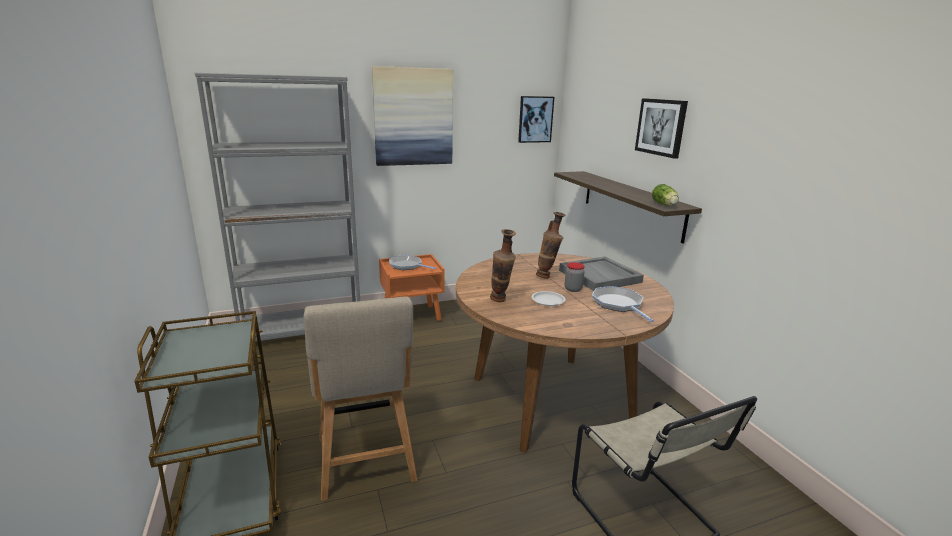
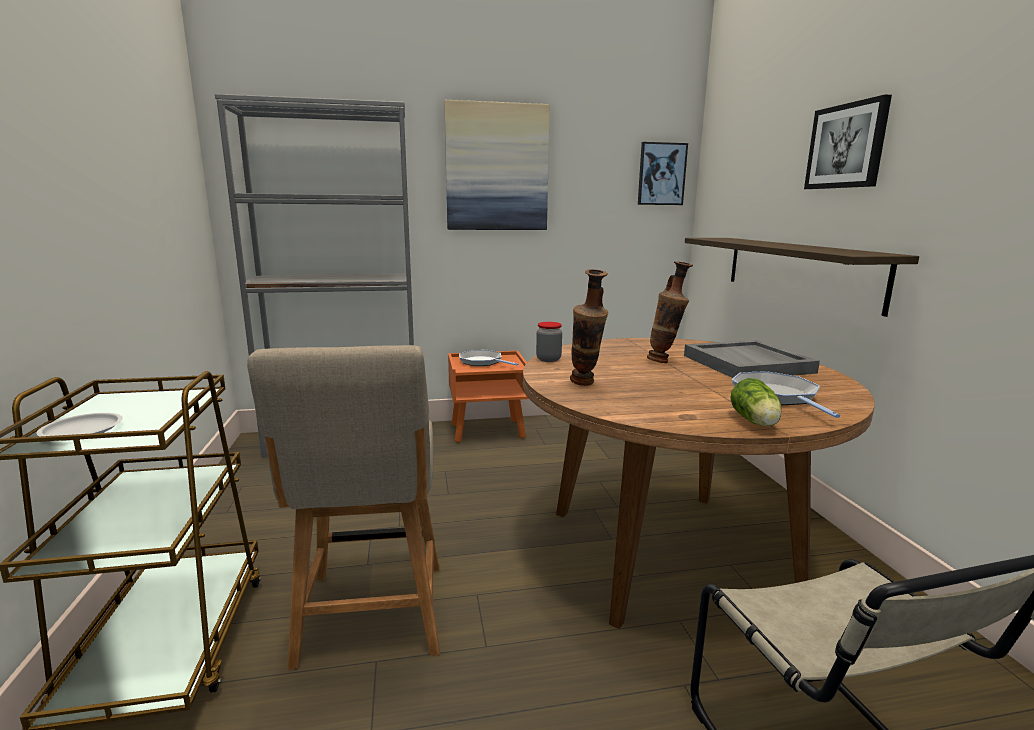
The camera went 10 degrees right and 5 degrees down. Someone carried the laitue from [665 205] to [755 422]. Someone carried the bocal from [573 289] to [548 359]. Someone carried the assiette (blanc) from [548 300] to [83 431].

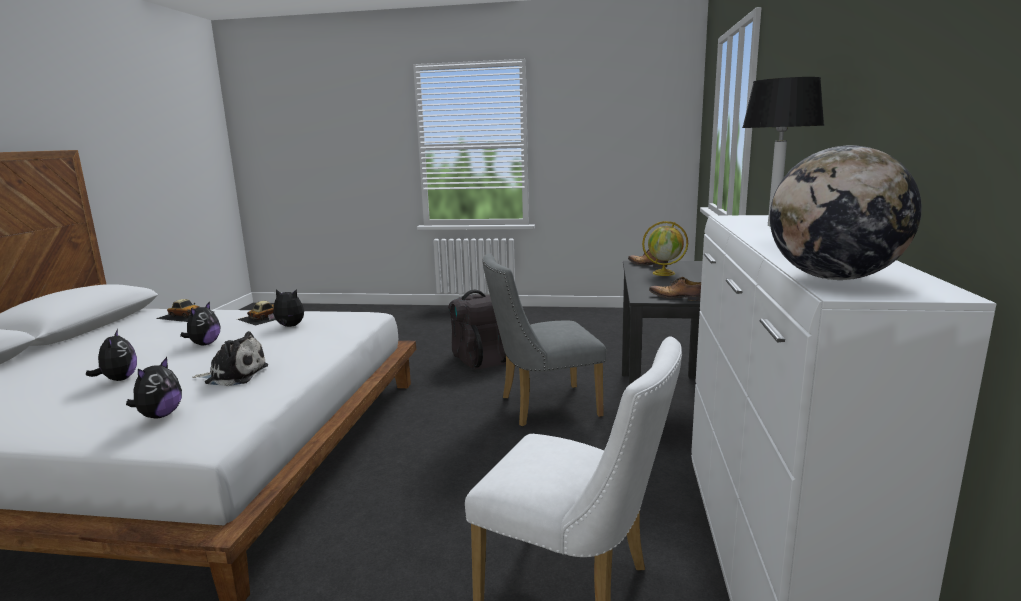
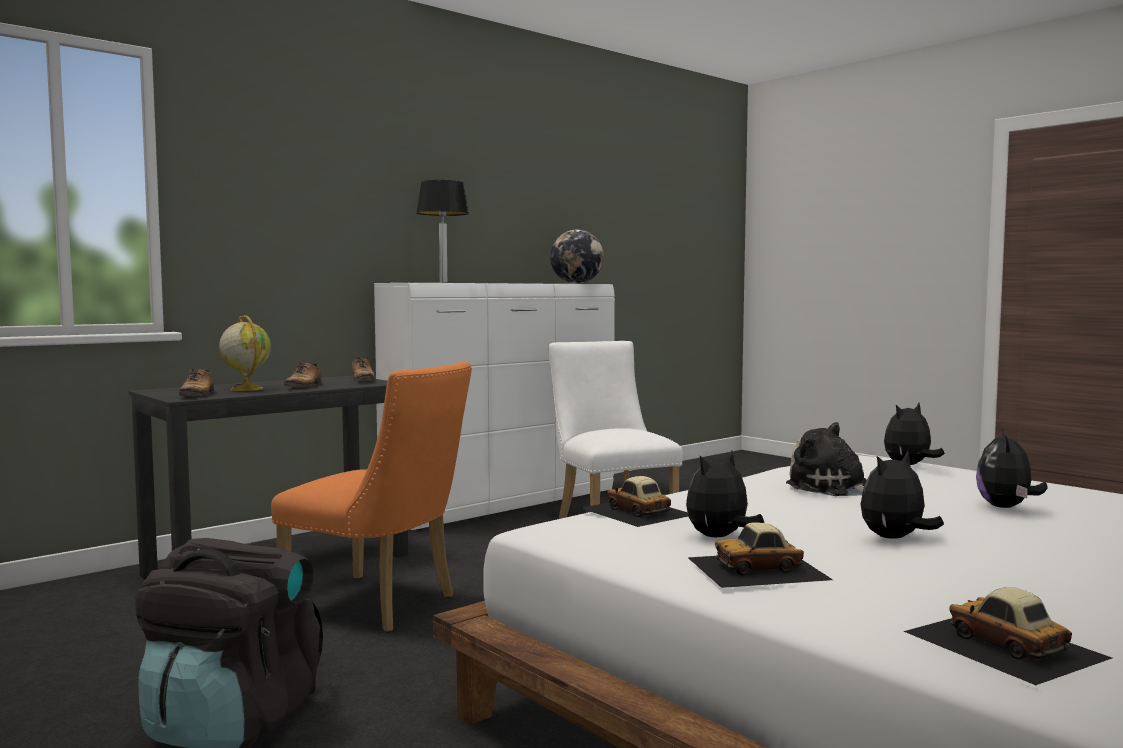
The camera went 140 degrees left and 10 degrees down. Someone repainted the chaise (gris) at [542 407], which became the chaise (orange) at [380 606]. Someone rotated the peluche at [289 327] by 90 degrees clockwise. Someone put down the chaussure at [304 386]. Someone put down the petite voiture at [636 511].

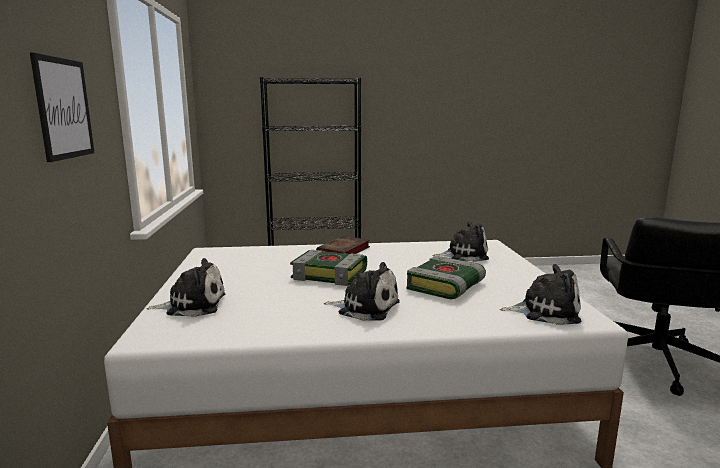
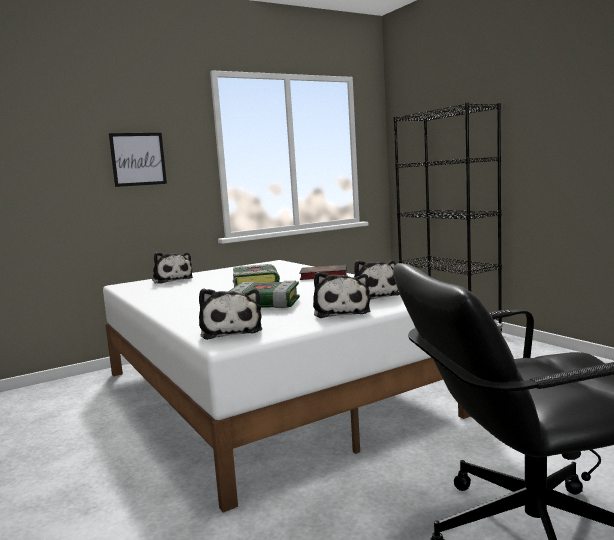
The camera went 65 degrees right and 5 degrees down. Someone carried the peluche from [365 308] to [341 312].

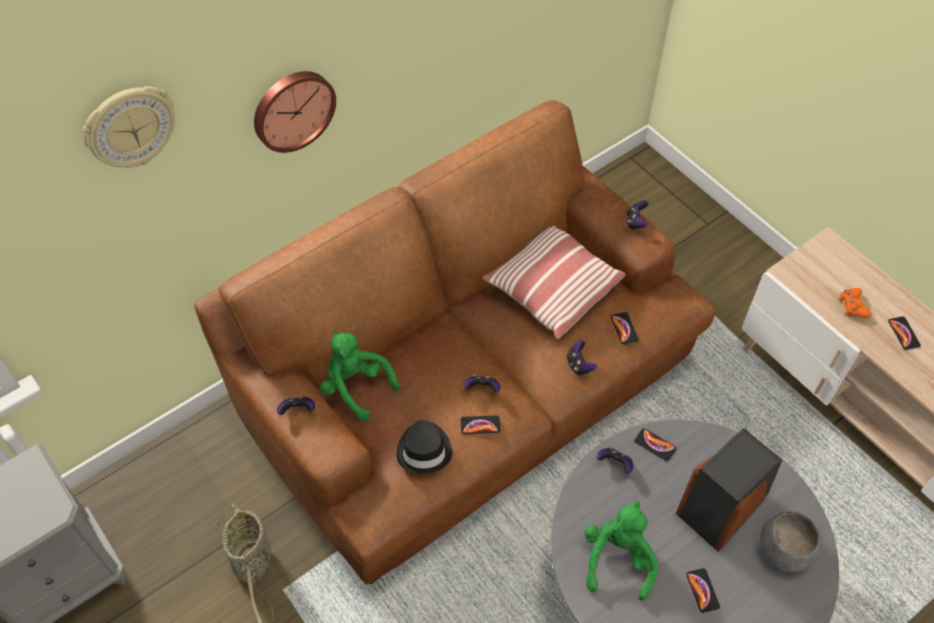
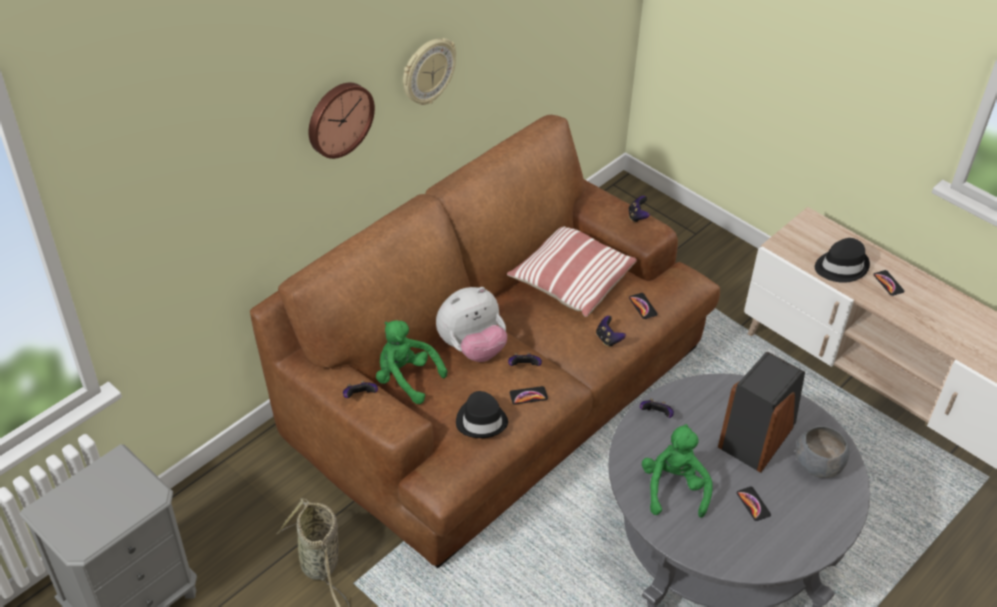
The camera went 10 degrees left and 10 degrees down. Someone carried the horloge murale from [130 127] to [427 71]. Someone swapped the manette (orange) at [852 306] for the chapeau (noir) at [840 266]. Someone took away the téléphone at [655 445]. Someone put down the peluche at [472 348].

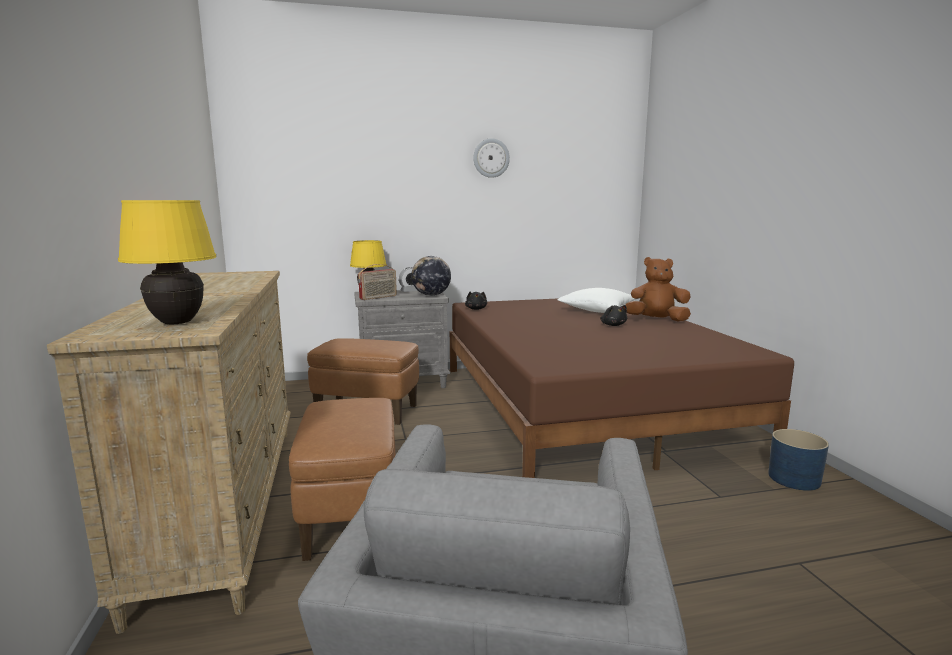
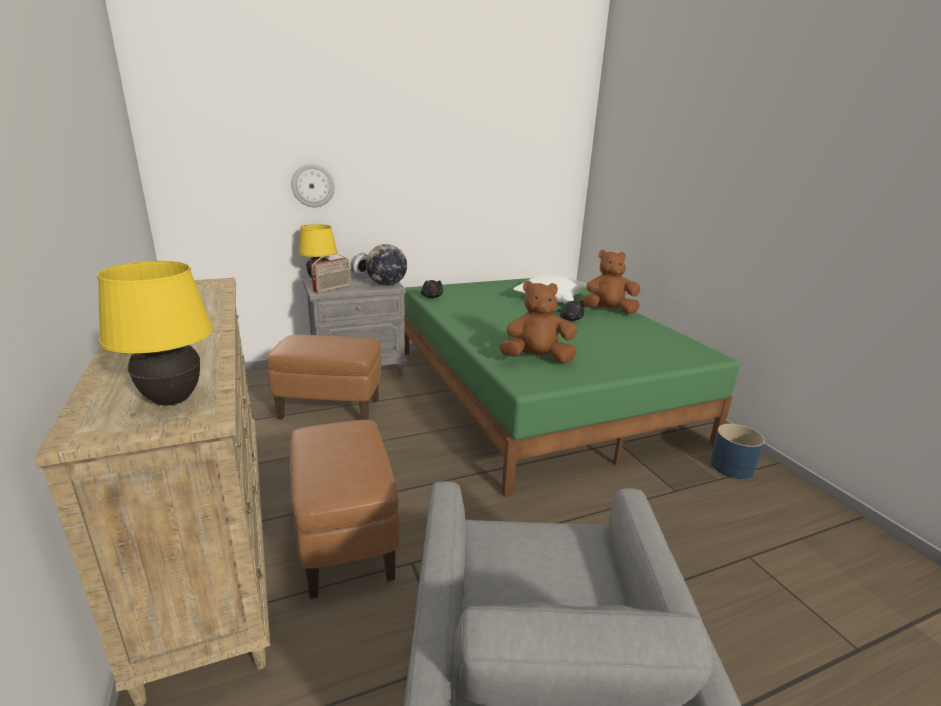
The camera went 10 degrees left and 10 degrees up. Someone carried the horloge murale from [491 158] to [313 185]. Someone repainted the lit (marron) at [583 405], which became the lit (vert) at [538 392]. Someone put down the peluche (marron) at [537 359].

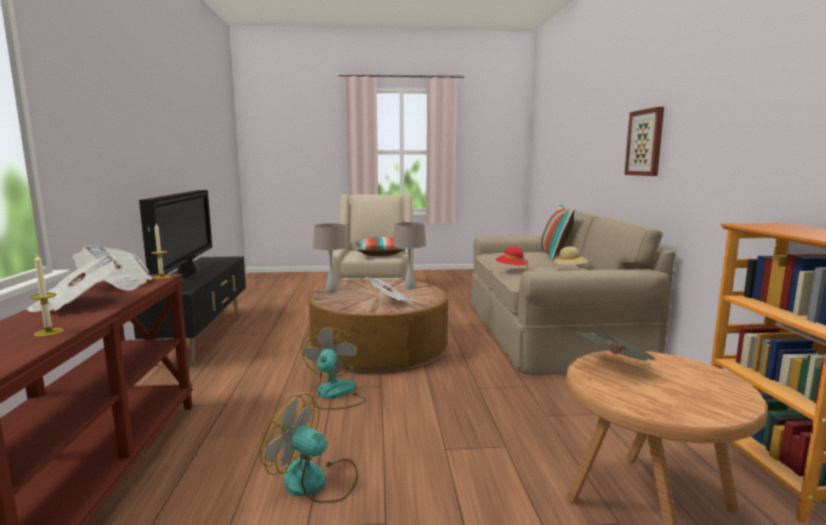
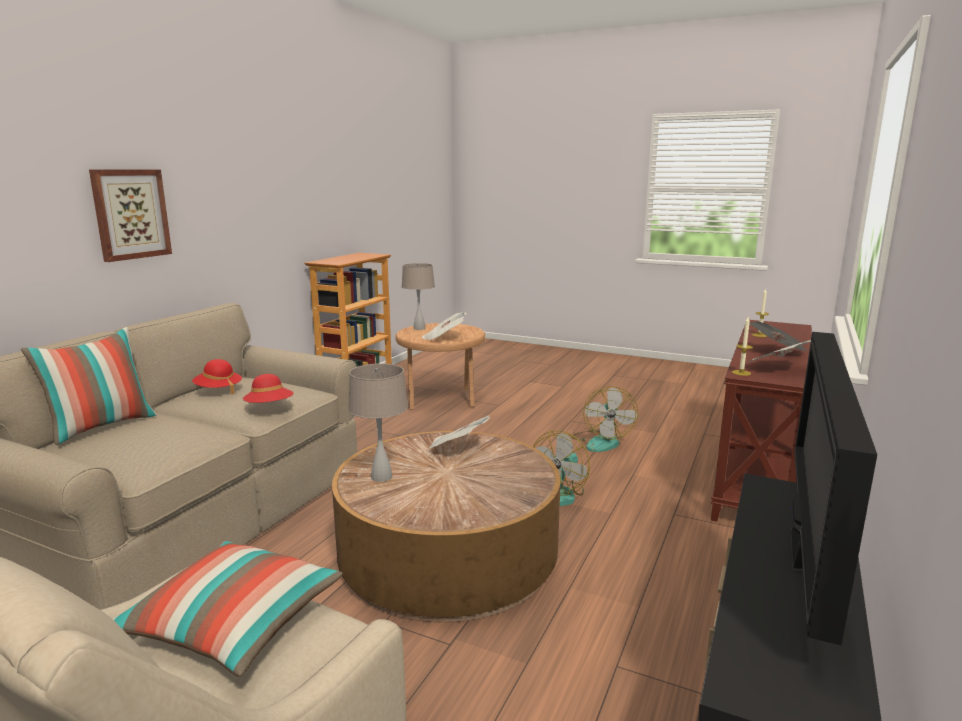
The camera went 150 degrees left and 5 degrees up. Someone carried the lampe de table (beige) from [331 290] to [419 328]. Someone repainted the chapeau (beige) at [570 269], which became the chapeau (rouge) at [218 390]. Someone rotated the ventilateur at [315 482] by 45 degrees clockwise.

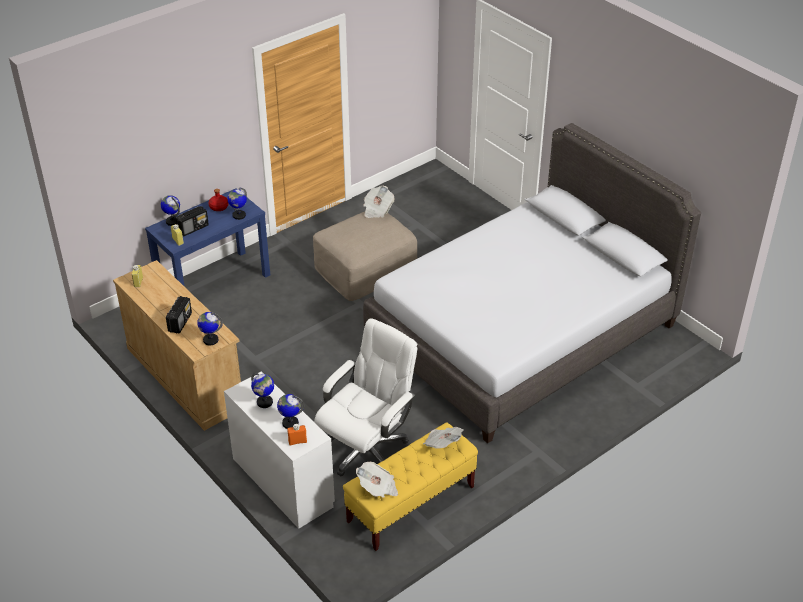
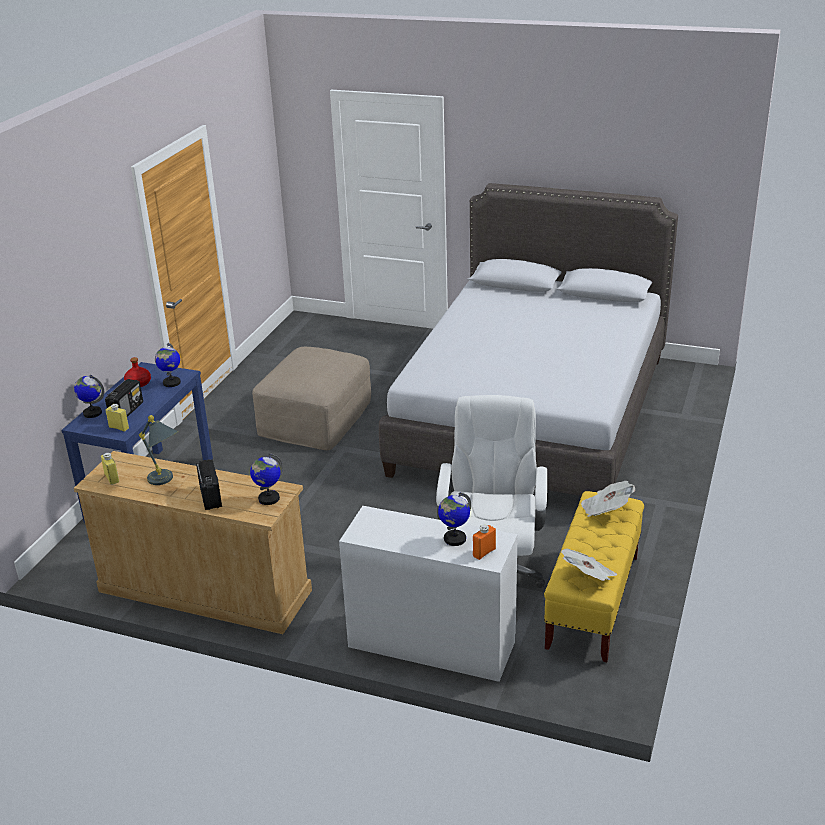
The camera went 30 degrees left and 10 degrees down. Someone took away the journal at [377 210]. Someone took away the globe at [264 402]. Someone put down the lampe de table (gris) at [166 481].

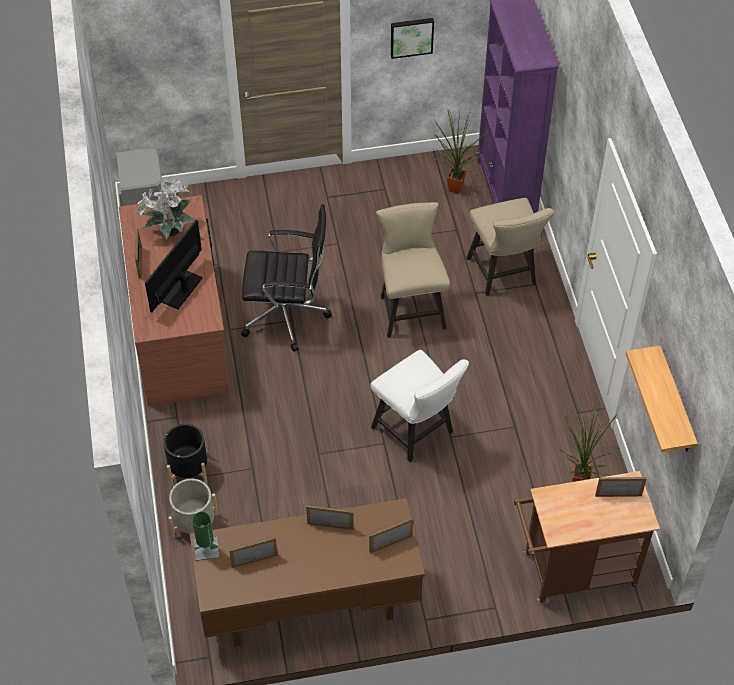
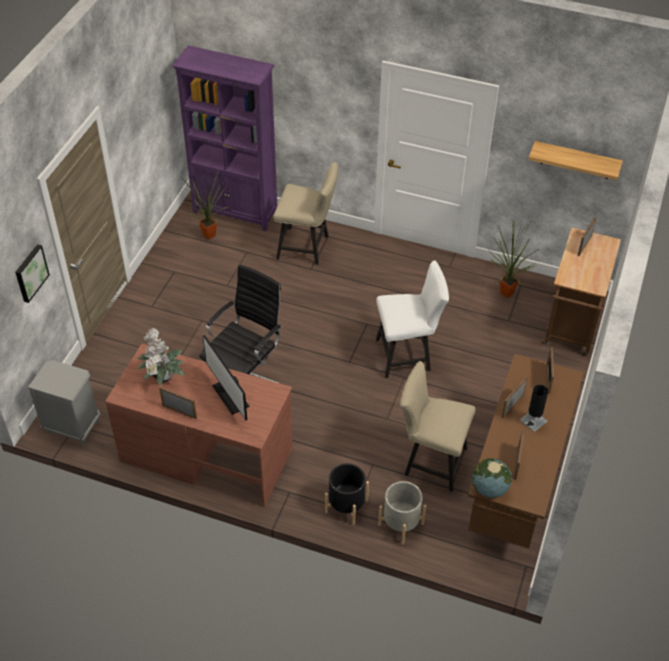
The camera went 60 degrees left and 5 degrees down. Someone carried the tableau from [411 36] to [30 273]. Someone carried the chaise (beige) from [410 308] to [430 461]. Someone swapped the lampe de table (vert) at [206 549] for the globe at [489 489]. Someone put down the lampe de table (noir) at [533 421].

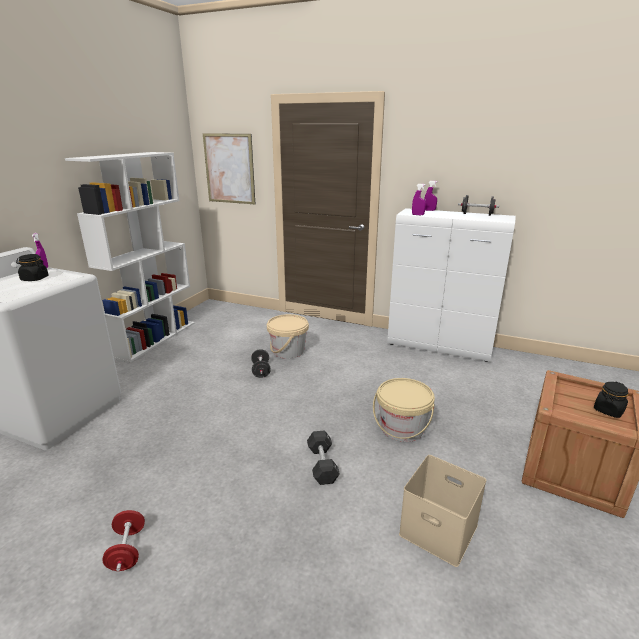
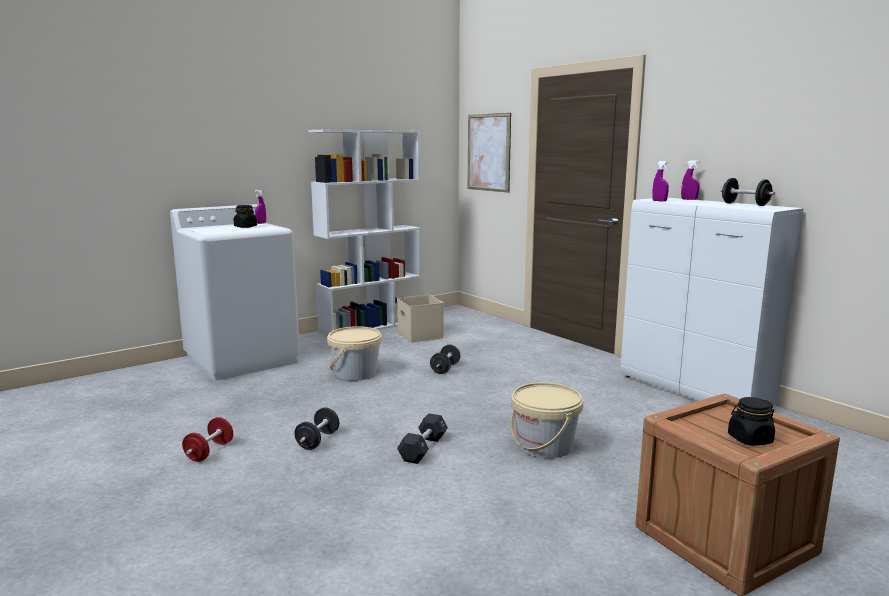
The camera went 30 degrees right and 10 degrees down. Someone carried the seau (beige) from [288 351] to [355 373]. Someone carried the boîte de rangement (beige) from [440 529] to [421 335]. Someone put down the haltère (noir) at [318 441].

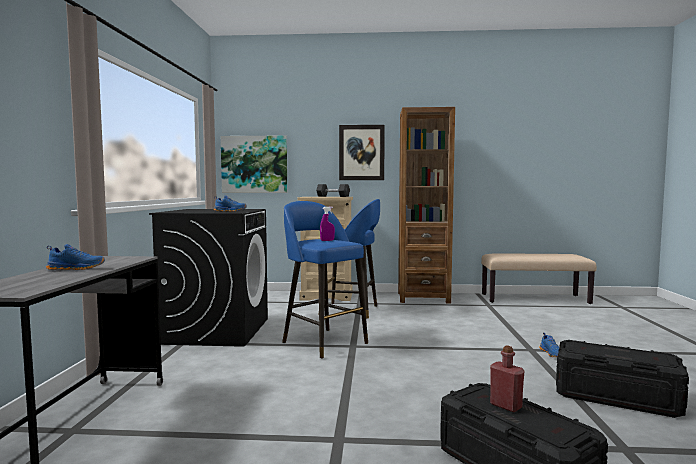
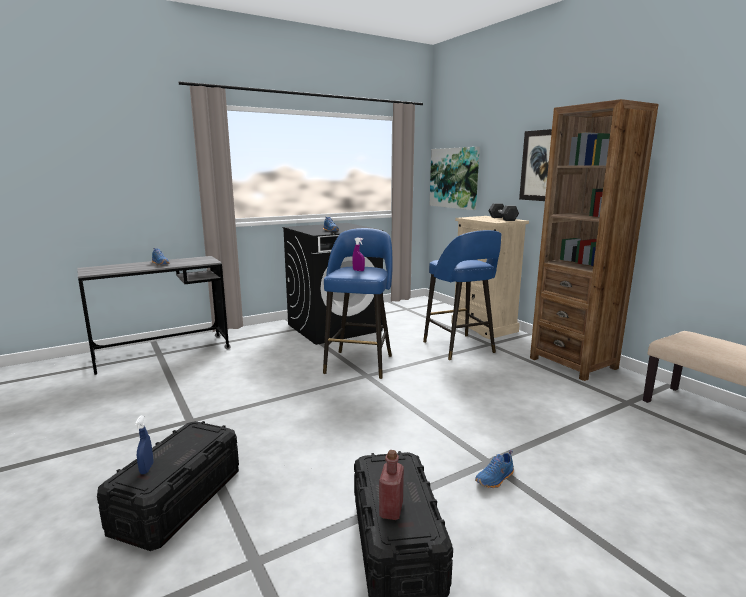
The camera went 55 degrees right and 10 degrees up. Someone carried the bouteille (rouge) from [505 406] to [391 510]. Someone put down the vaporisateur (bleu) at [146 468].

